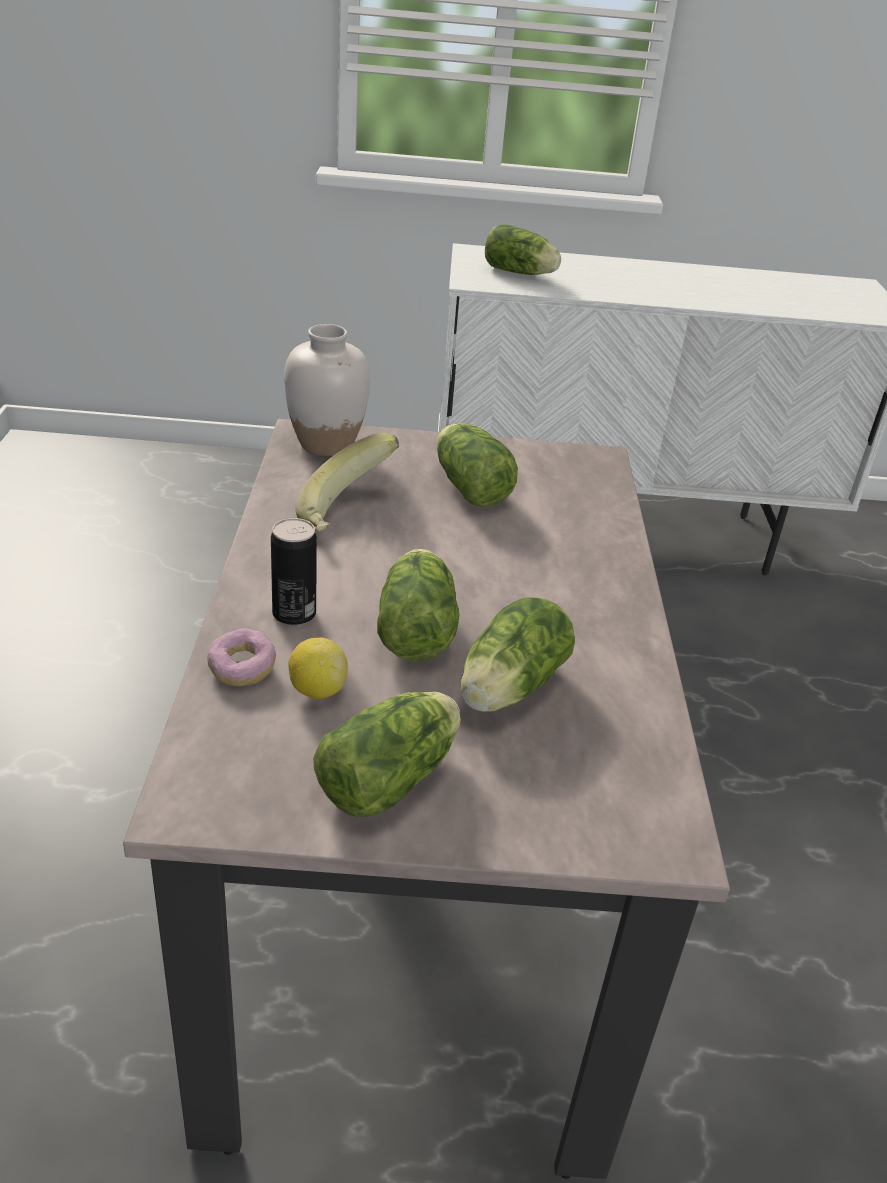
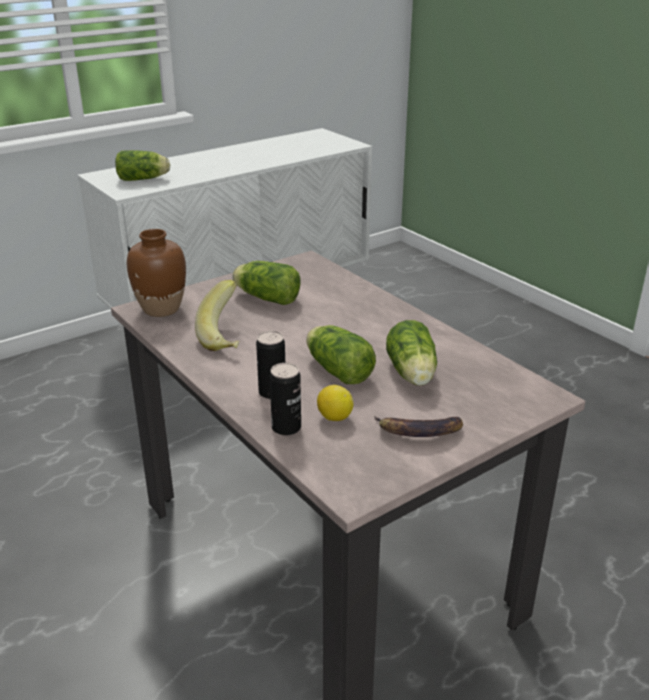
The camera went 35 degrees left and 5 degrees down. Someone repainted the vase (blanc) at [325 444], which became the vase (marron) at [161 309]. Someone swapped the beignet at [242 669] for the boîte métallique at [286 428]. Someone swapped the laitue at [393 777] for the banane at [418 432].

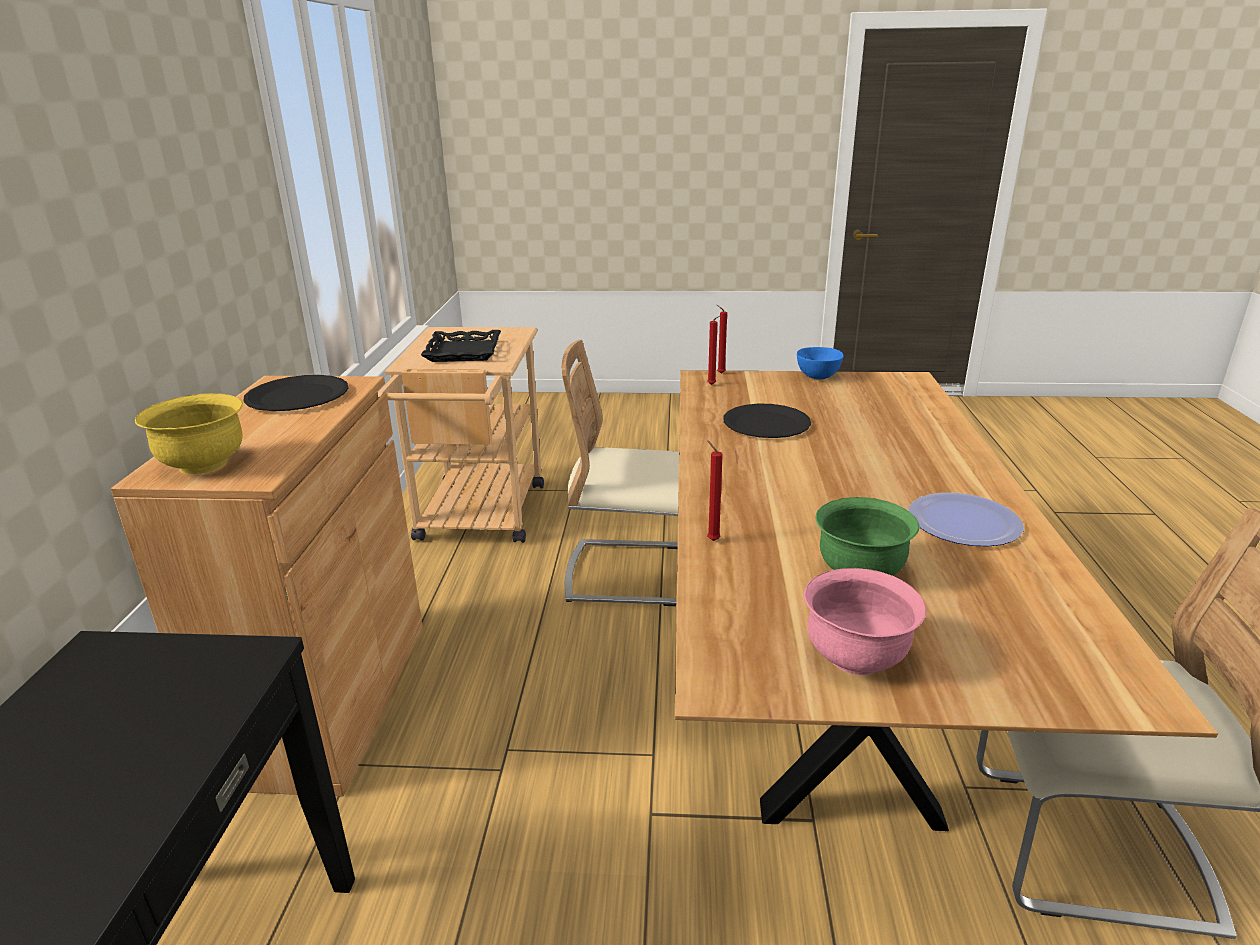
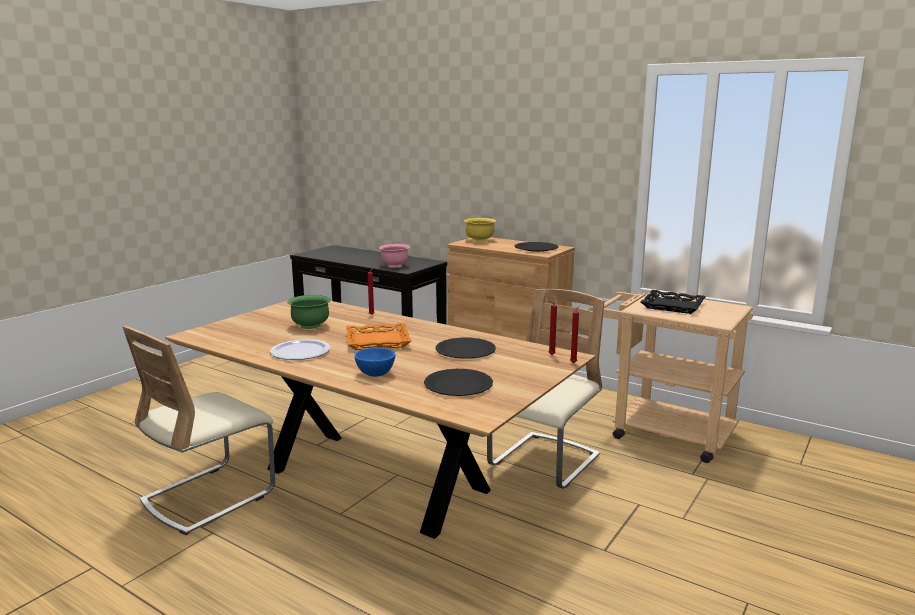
The camera went 120 degrees right and 10 degrees down. Someone carried the bol (bleu) from [817 377] to [375 374]. Someone carried the bol (rose) from [856 658] to [394 266]. Someone put down the plateau (orange) at [378 341]. Someone put down the assiette (noir) at [458 384].

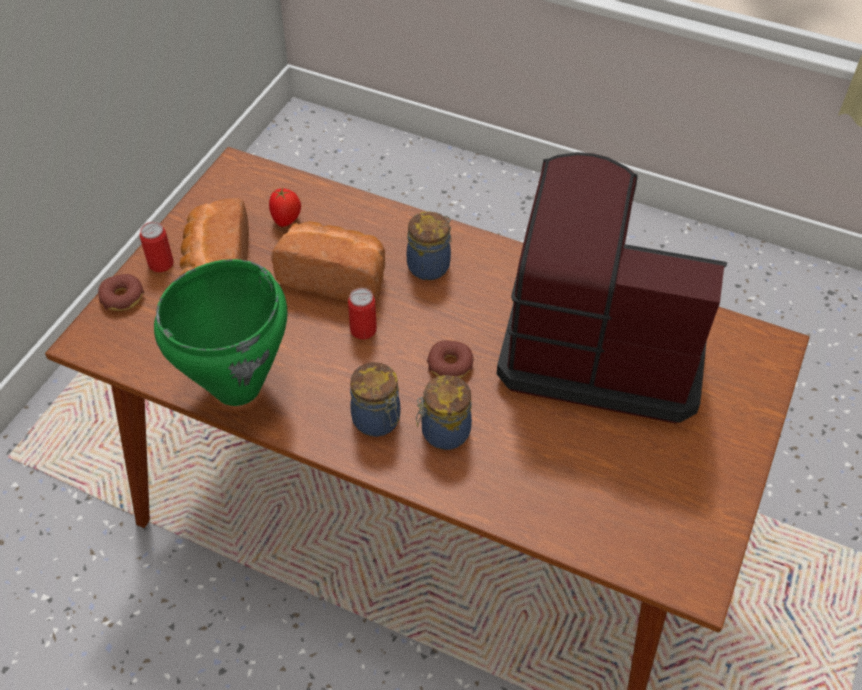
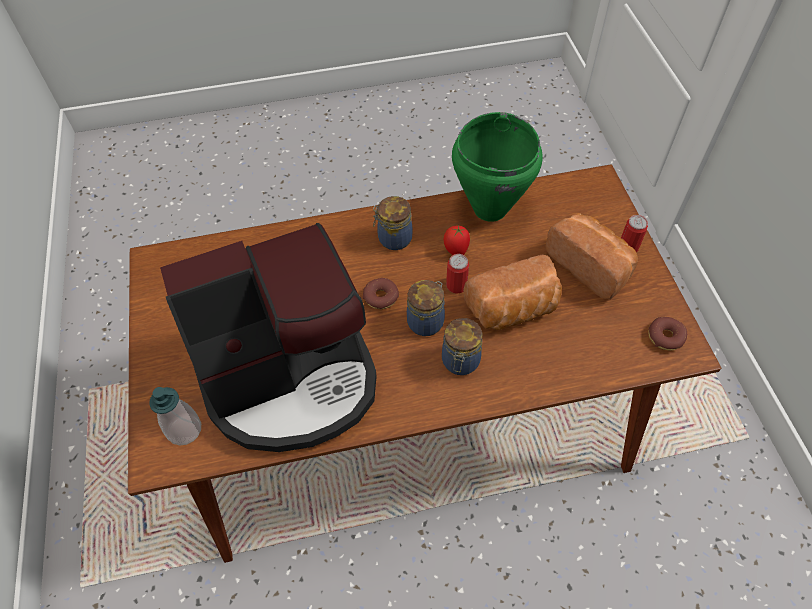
The camera went 145 degrees right and 5 degrees up. Someone carried the tomate from [286 220] to [455 250]. Someone carried the beignet from [122 297] to [665 337]. Someone carried the bocal from [443 432] to [426 321]. Someone put down the distributeur de savon at [184 429].

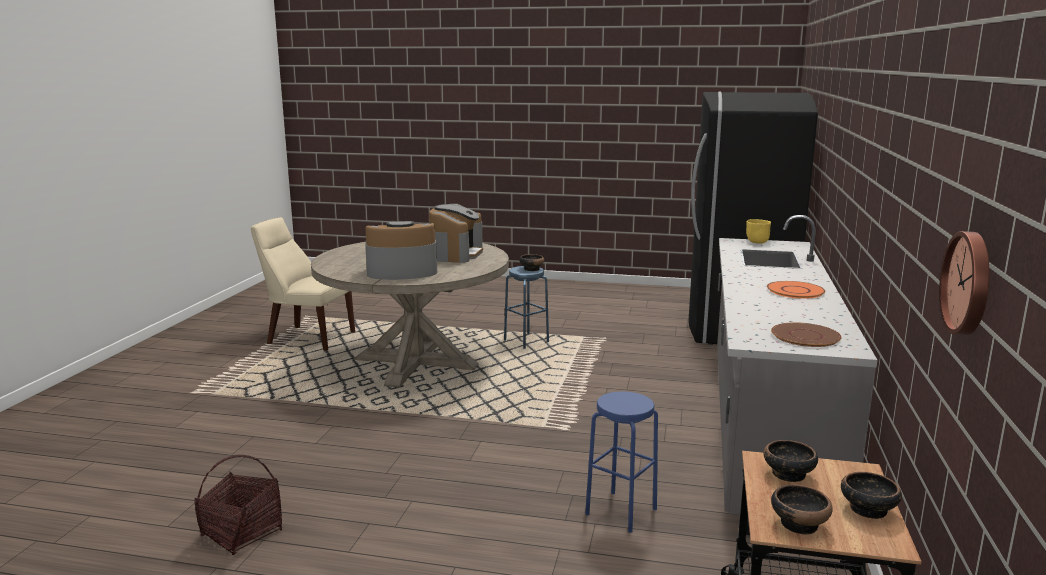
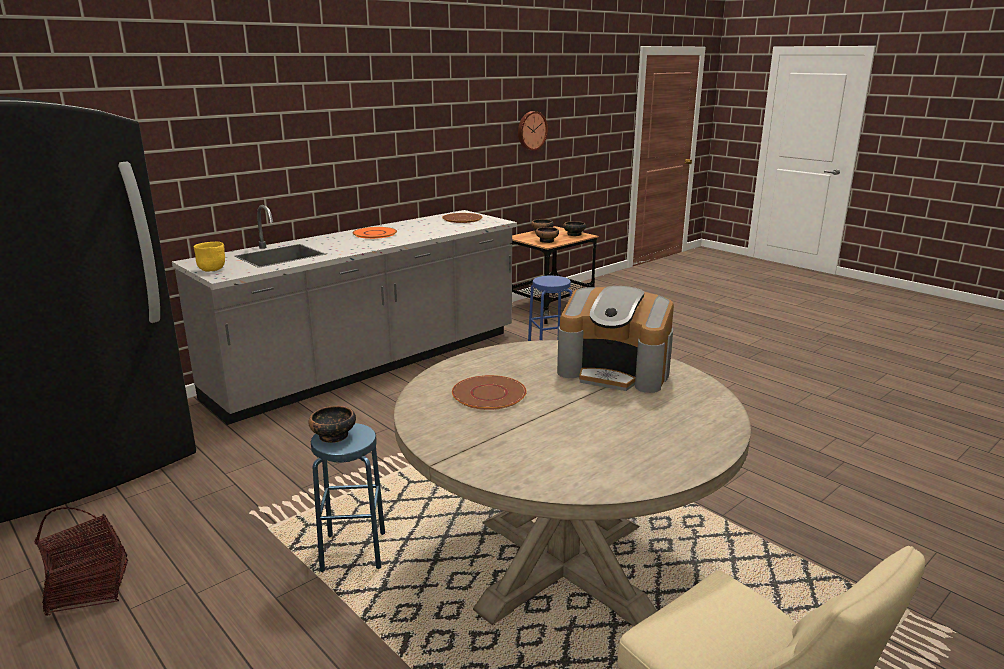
The camera went 145 degrees left and 5 degrees up. Someone swapped the machine à café at [455 254] for the assiette (marron) at [489 394]. Someone carried the panier from [242 533] to [88 588].

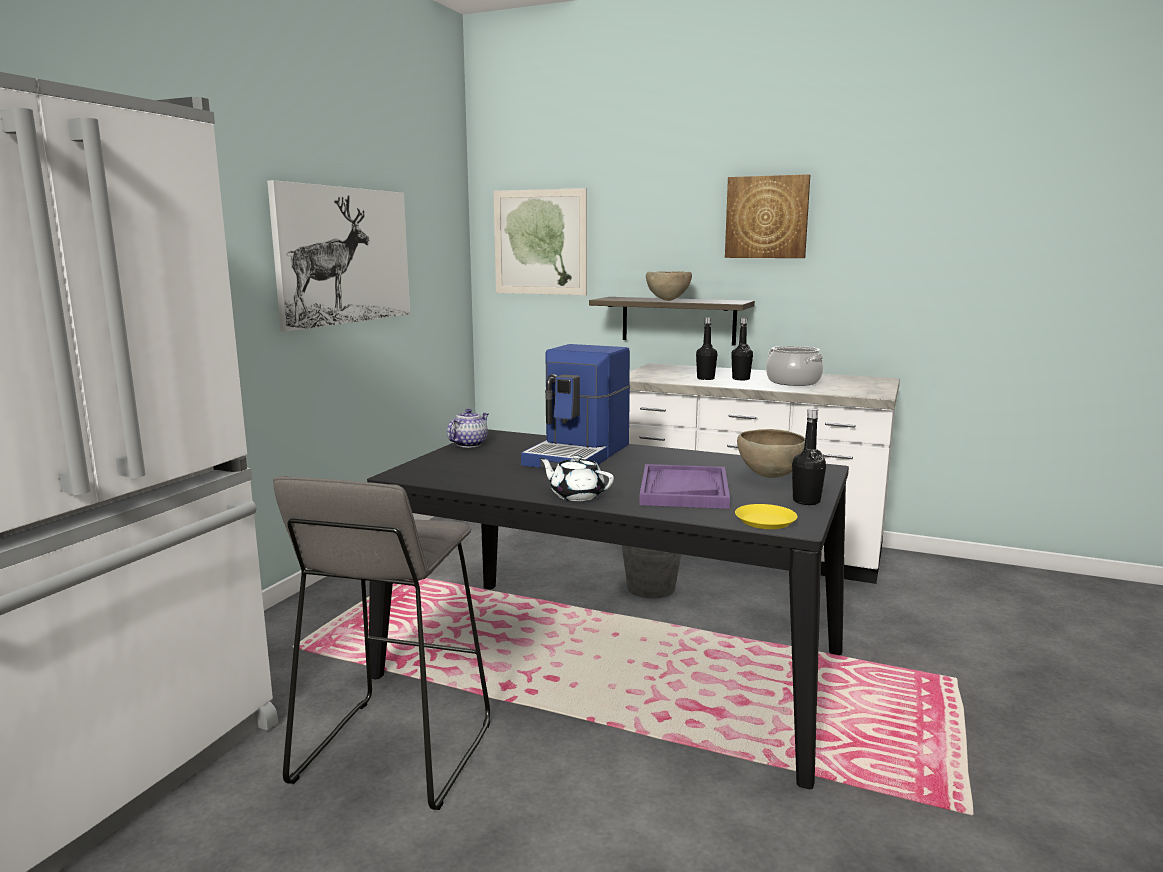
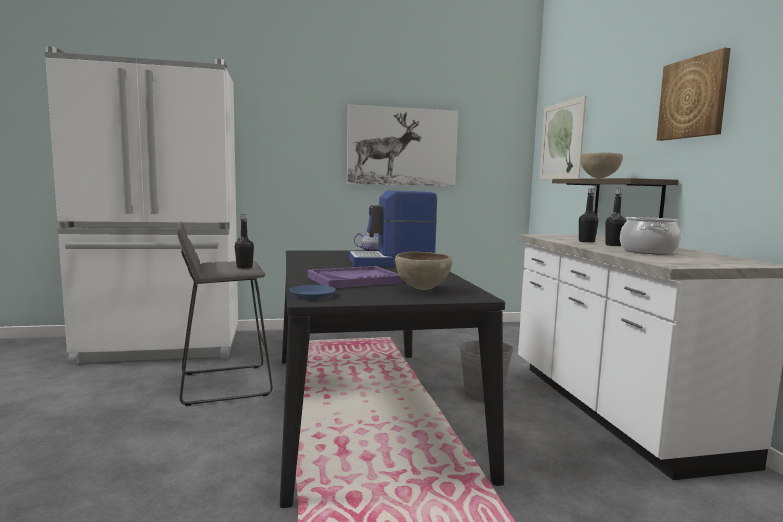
The camera went 55 degrees right and 5 degrees down. Someone carried the bouteille (noir) from [806 501] to [244 267]. Someone took away the théière (blanc) at [576 495]. Someone repainted the assiette (jaune) at [765 521], which became the assiette (bleu) at [312 295].

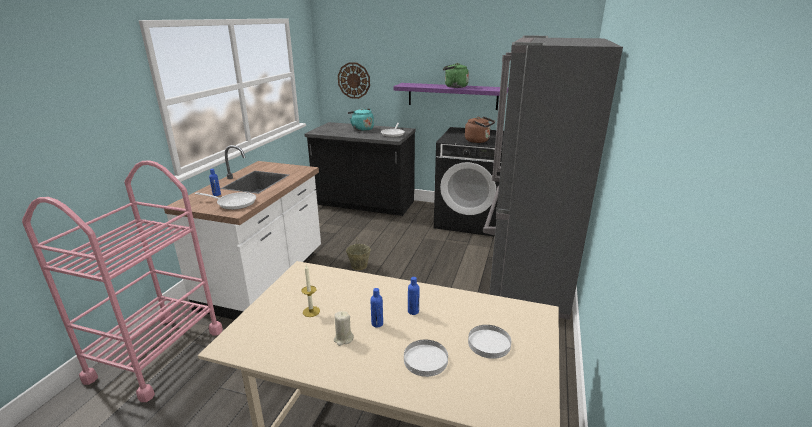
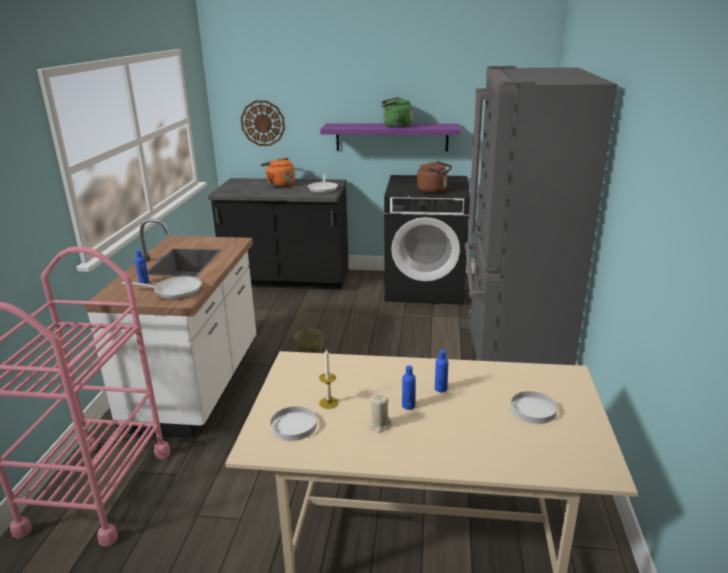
The camera went 10 degrees left and 0 degrees up. Someone repainted the bouilloire (turquoise) at [361 129], which became the bouilloire (orange) at [279 184]. Someone carried the assiette (blanc) from [426 360] to [294 426].

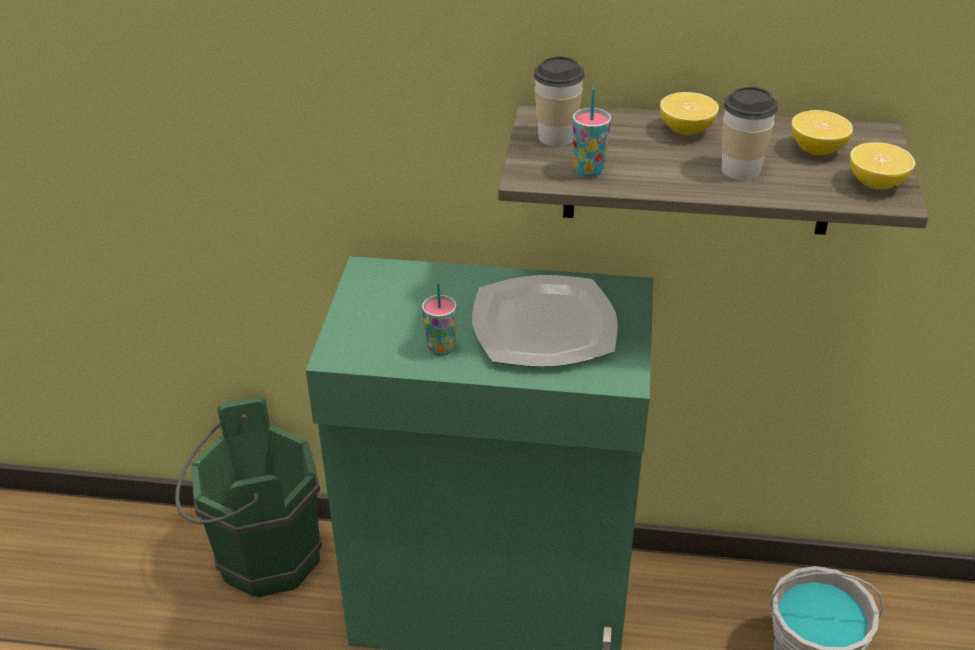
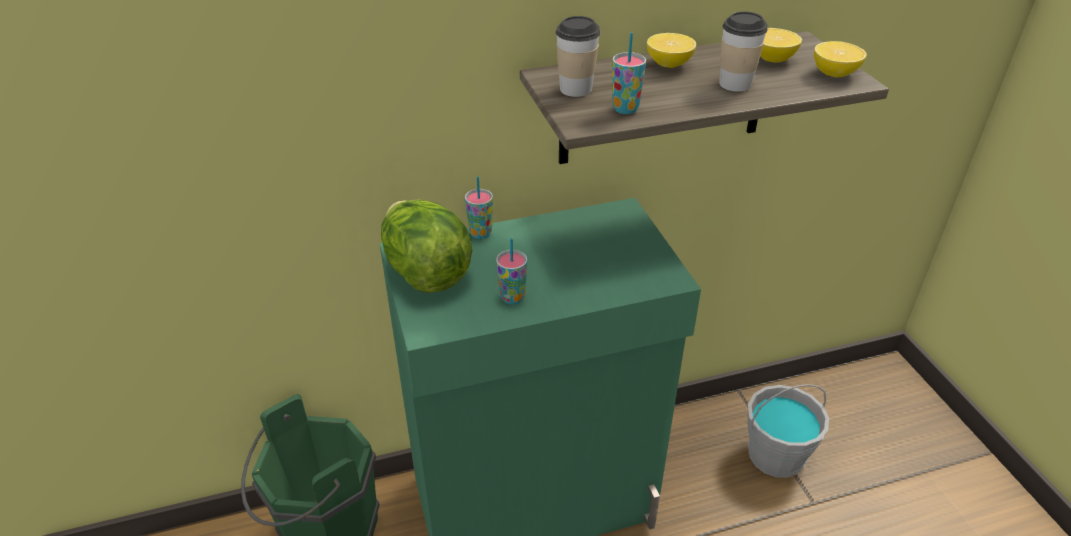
The camera went 25 degrees left and 0 degrees up. Someone took away the assiette at [543 327]. Someone put down the tasse at [480 233]. Someone put down the laitue at [425 272].

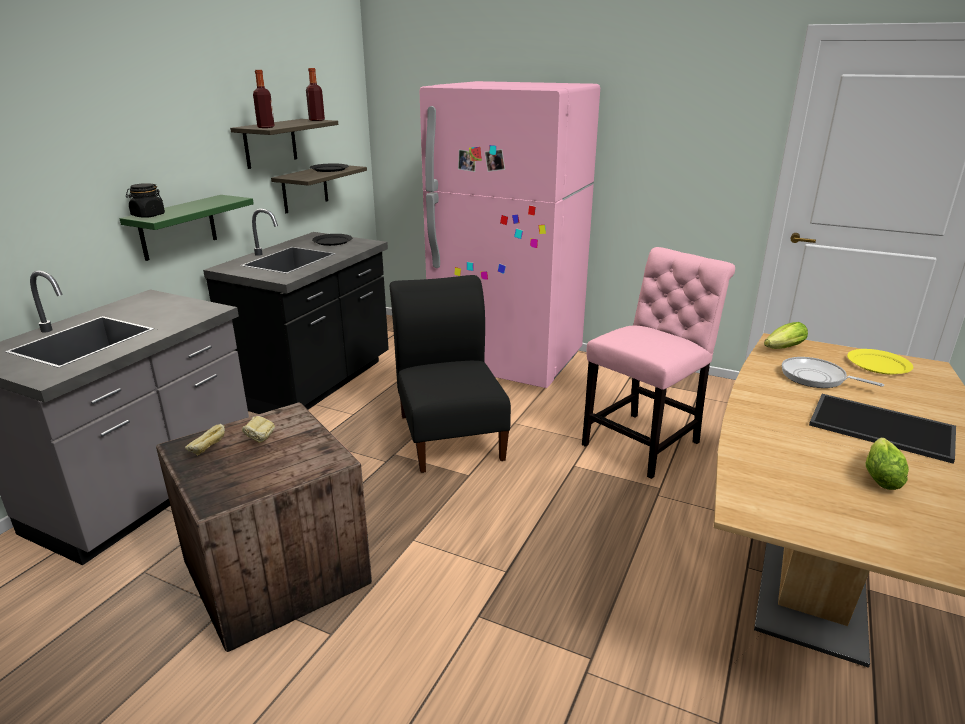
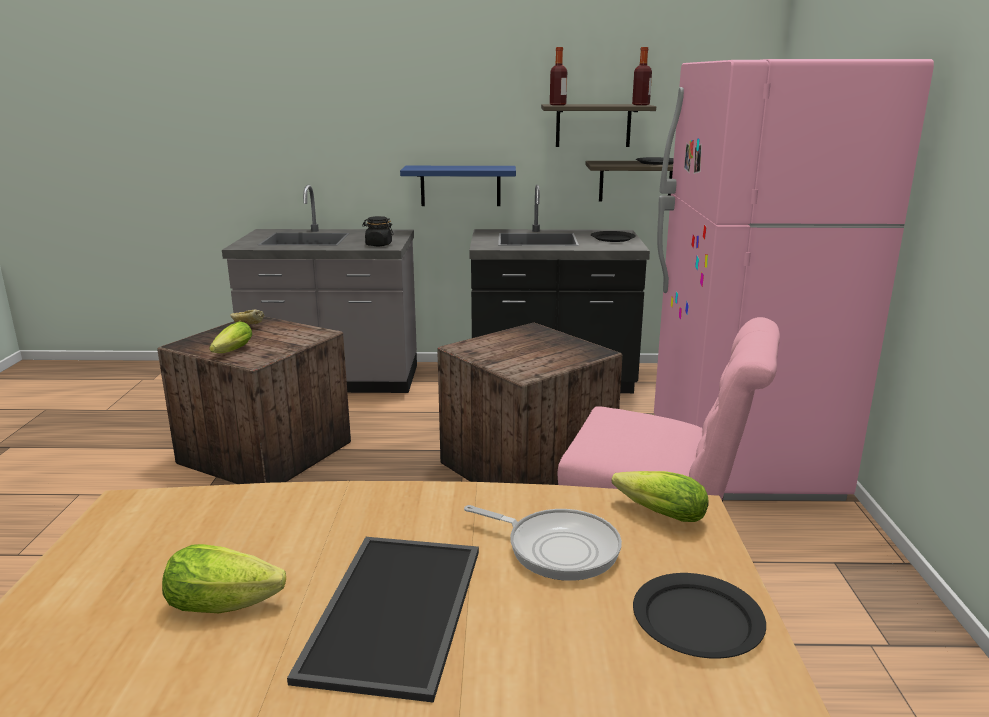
The camera went 65 degrees right and 5 degrees down. Someone carried the bocal (noir) from [148 215] to [378 244]. Someone repainted the étagère (vert) at [178 227], which became the étagère (bleu) at [460 186]. Someone swapped the chaise (noir) at [450 434] for the caisse at [529 467]. Someone repainted the assiette (jaune) at [878 364], which became the assiette (noir) at [698 619]. Someone rotated the poêle at [816 378] by 105 degrees clockwise. Someone took away the pain at [260 440]. Someone put down the laitue at [230 352].

